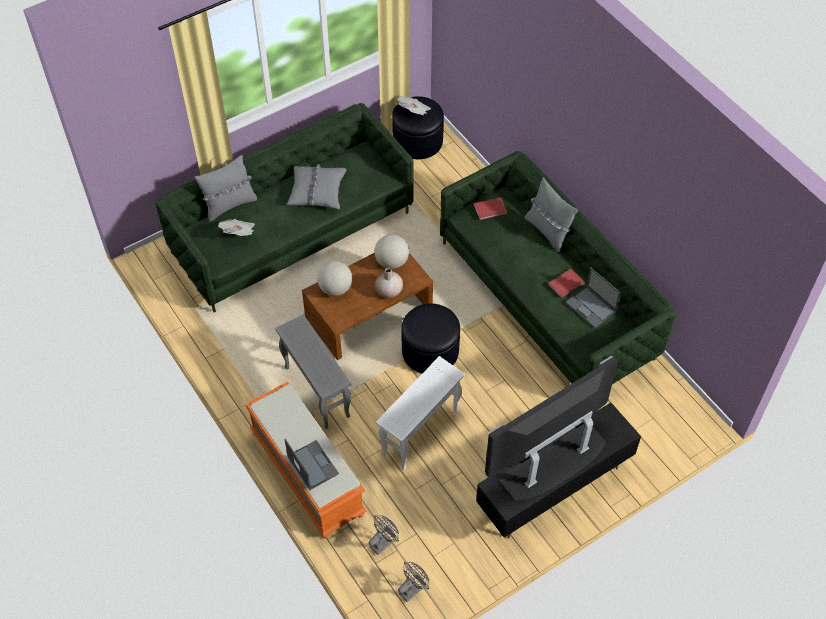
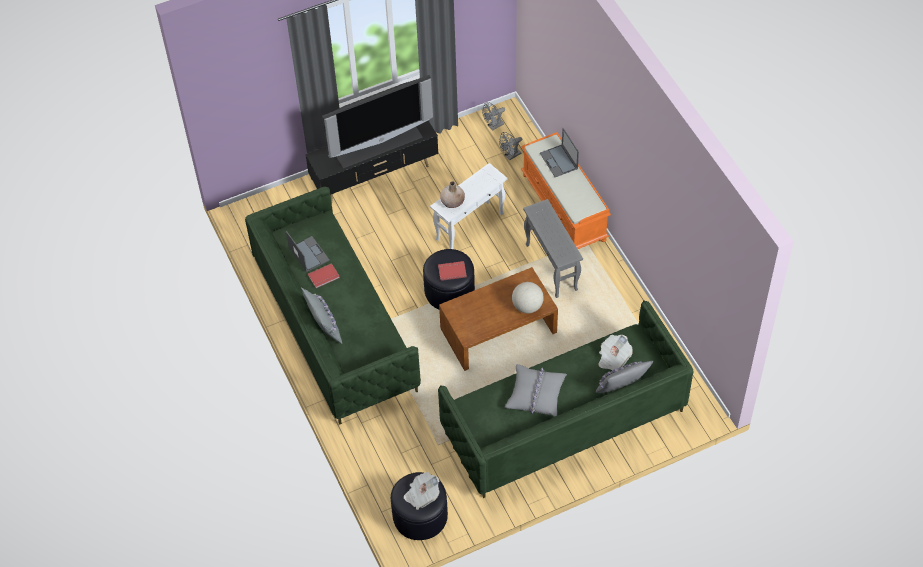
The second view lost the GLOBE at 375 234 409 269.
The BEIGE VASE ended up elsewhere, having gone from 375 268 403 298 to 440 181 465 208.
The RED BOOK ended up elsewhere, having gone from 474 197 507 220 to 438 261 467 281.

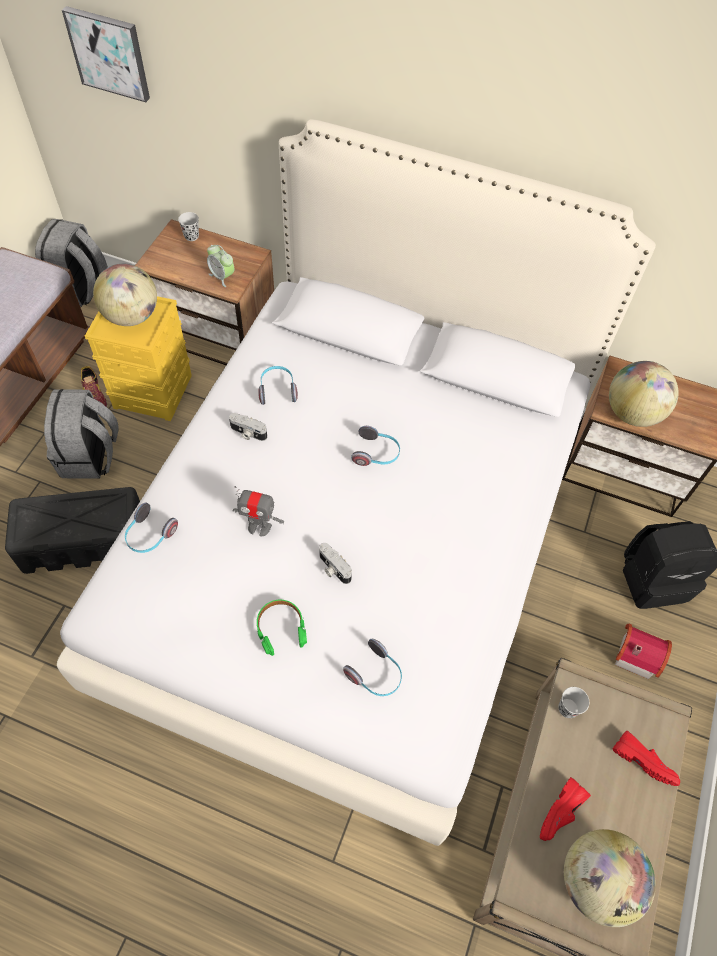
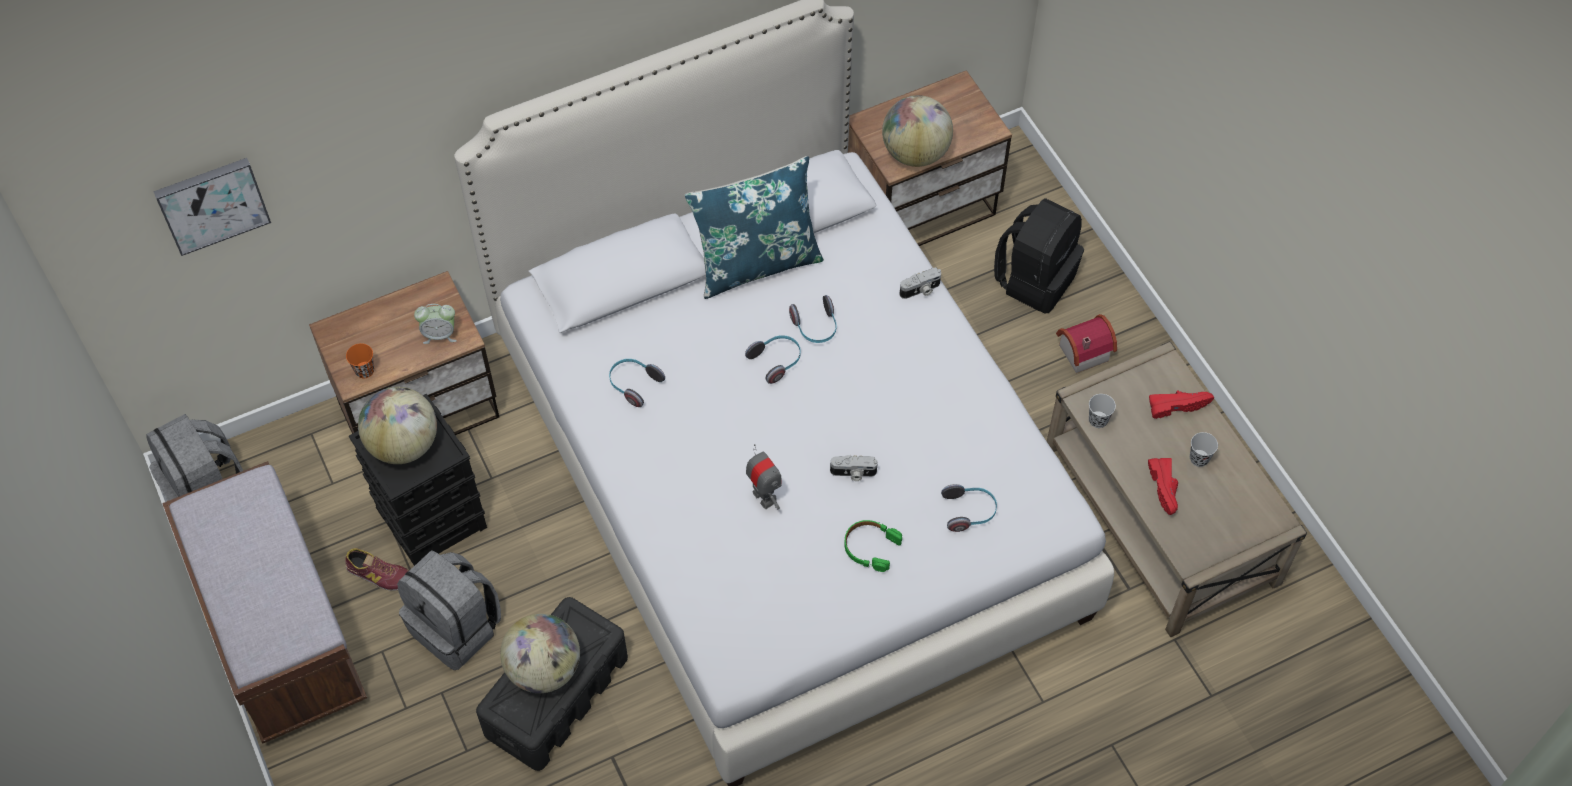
What was the YELLOW STORAGE BOX at 85 296 192 421 turned into the BLACK STORAGE BOX at 349 394 487 566.
The HEADPHONES ended up elsewhere, having gone from 125 503 178 553 to 789 295 836 343.
The BLACK CUP ended up elsewhere, having gone from 178 212 199 241 to 1190 432 1218 467.
The PHOTO CAMERA ended up elsewhere, having gone from 229 413 267 441 to 899 268 941 299.
The TOY ROBOT at 233 486 284 536 ended up facing another way, 90 degrees counterclockwise from before.
The GLOBE ended up elsewhere, having gone from 564 829 656 927 to 500 614 580 693.
The second view gained the ORANGE CUP at 346 343 374 378.
The second view gained the BLUE PILLOW at 685 156 824 299.

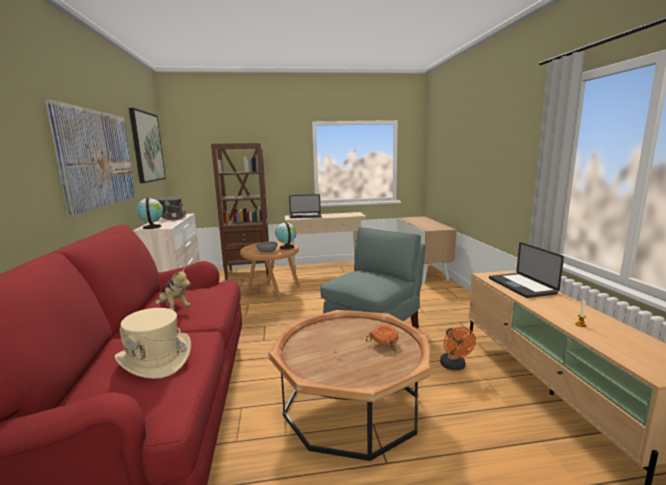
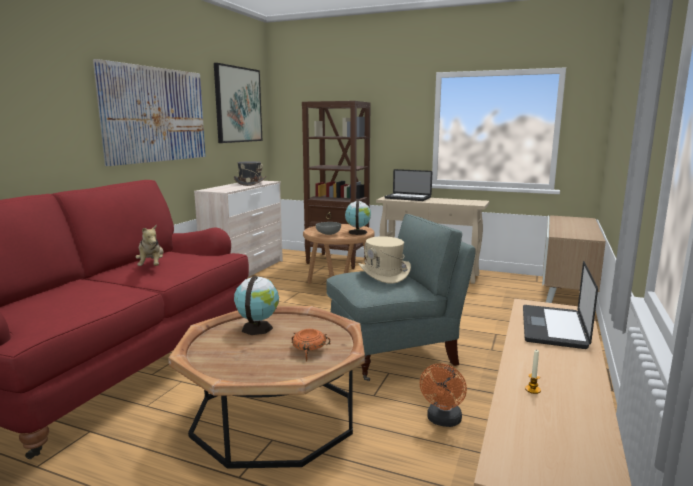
The BEIGE HAT ended up elsewhere, having gone from 114 308 191 379 to 359 236 411 284.
The GLOBE ended up elsewhere, having gone from 136 197 163 229 to 234 276 279 335.

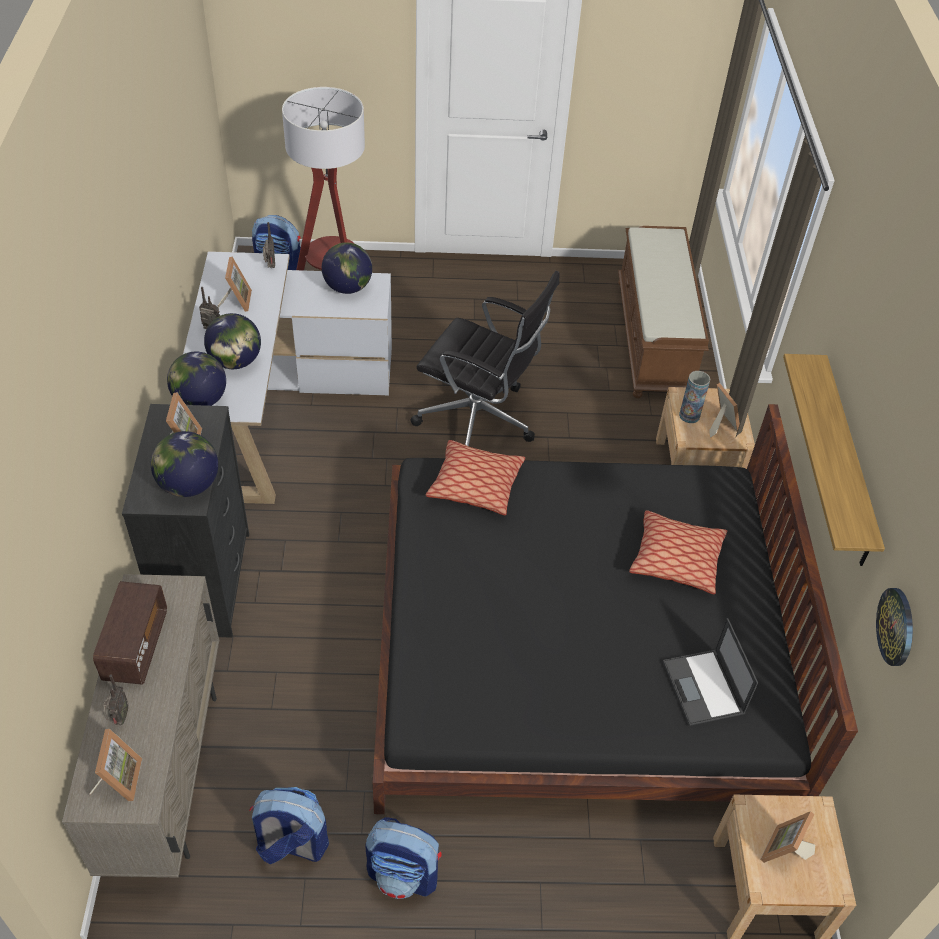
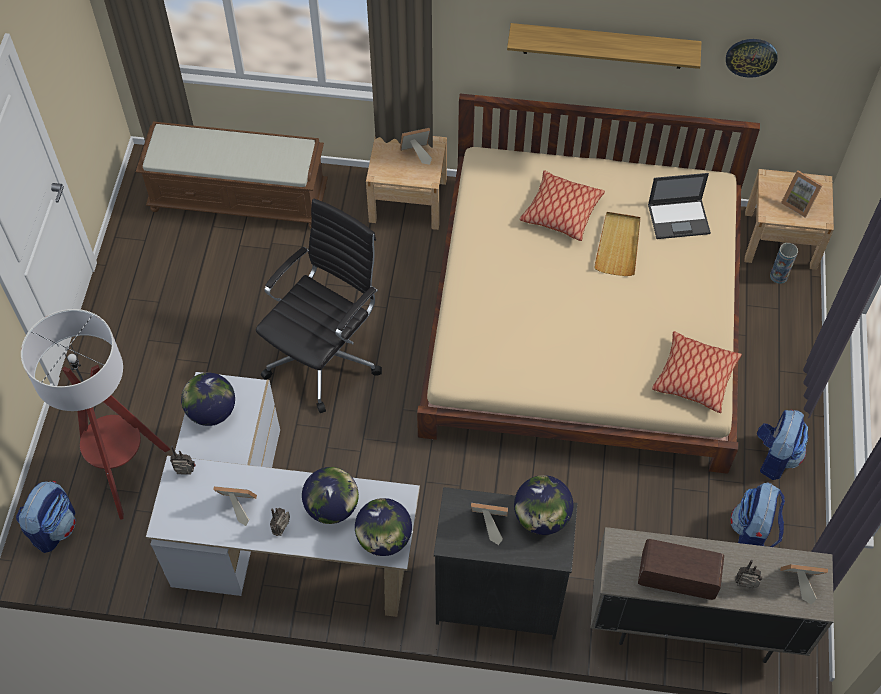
What was the BLACK BED at 373 404 858 814 turned into the BEIGE BED at 417 93 760 474.
The PILLOW ended up elsewhere, having gone from 426 440 525 515 to 652 331 742 413.
The VASE ended up elsewhere, having gone from 679 371 710 423 to 770 243 798 284.
The second view gained the BEIGE TRAY at 594 212 641 276.

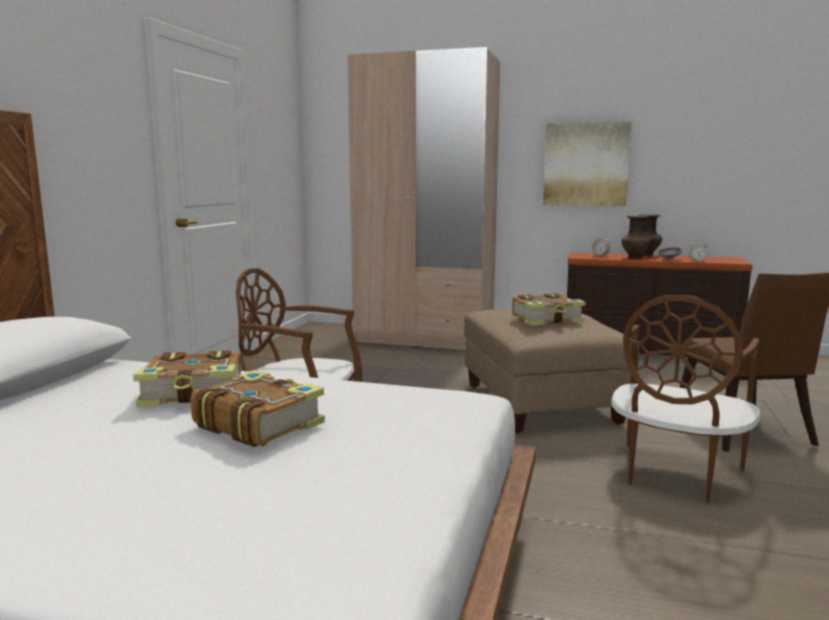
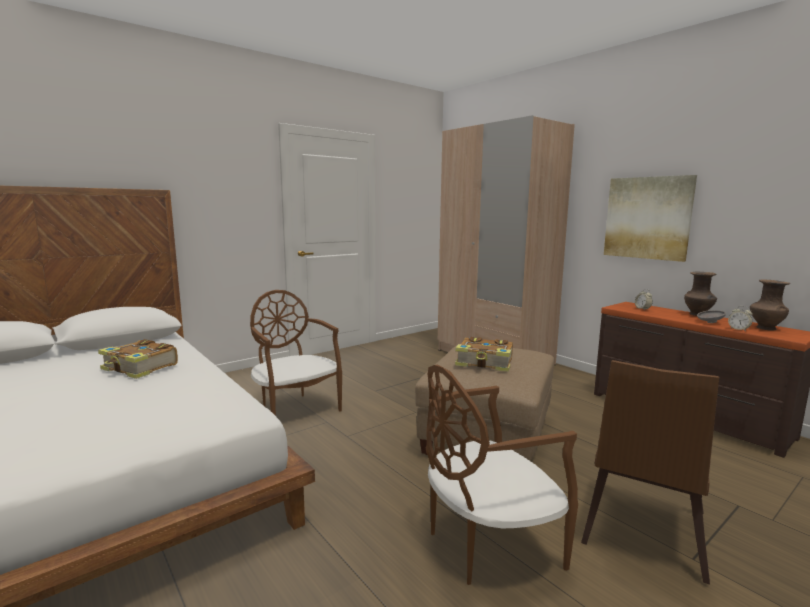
The second view lost the BOOK at 191 370 325 447.
The BROWN VASE ended up elsewhere, having gone from 621 216 650 259 to 750 279 790 331.

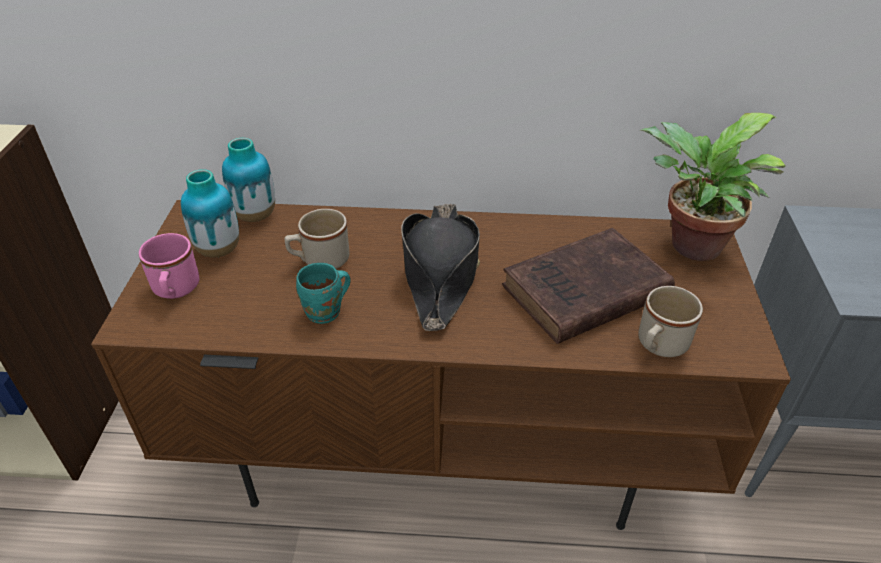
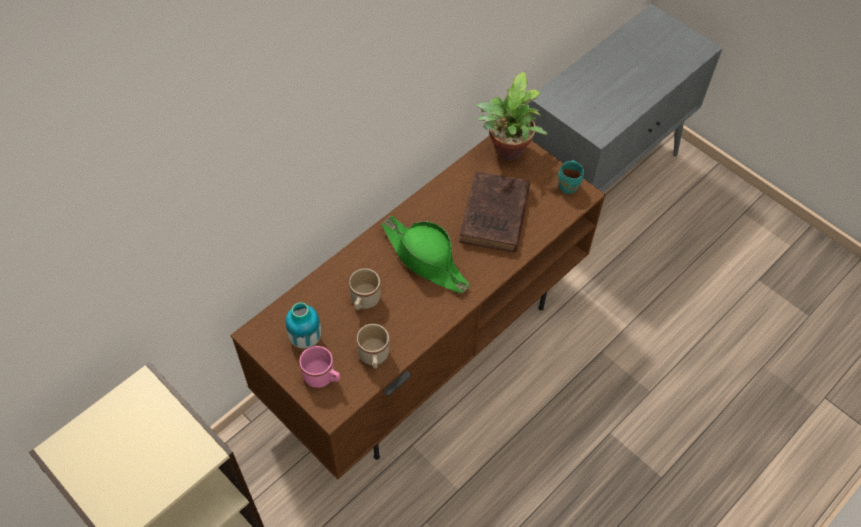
The second view lost the VASE at 222 138 275 222.
The TURQUOISE MUG ended up elsewhere, having gone from 296 263 351 324 to 558 160 584 194.
What was the BLACK HAT at 401 204 480 331 turned into the GREEN HAT at 381 216 470 293.
The BEIGE MUG ended up elsewhere, having gone from 638 286 703 357 to 357 324 389 368.

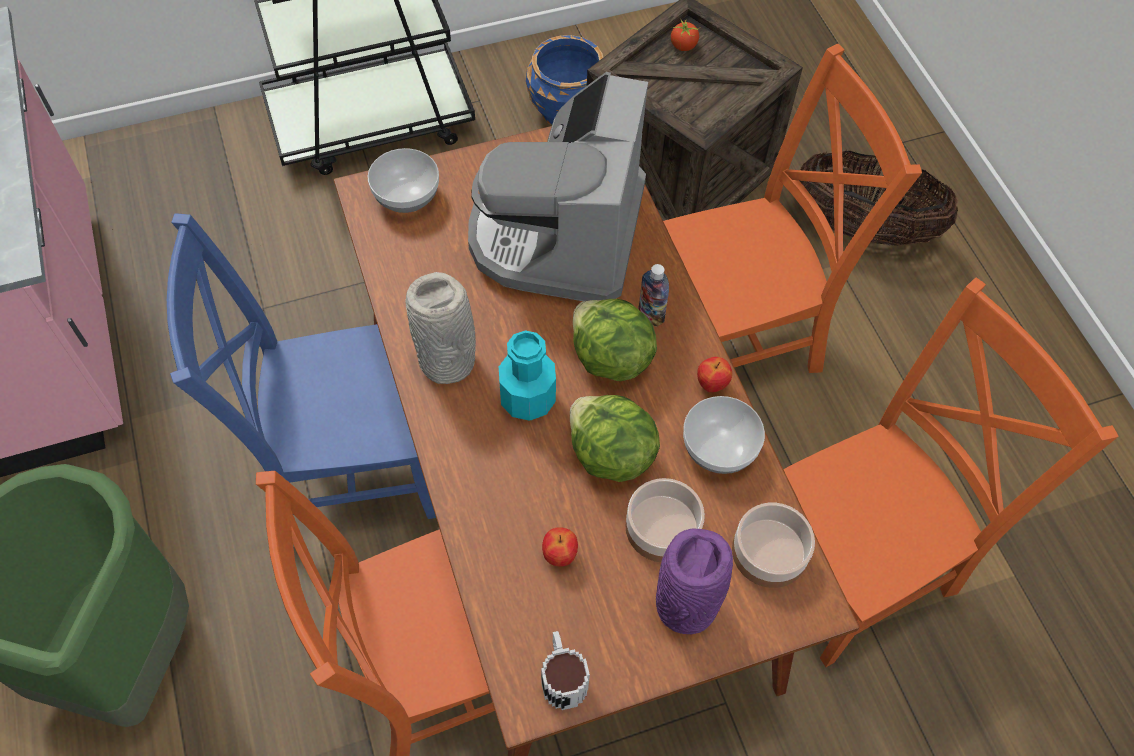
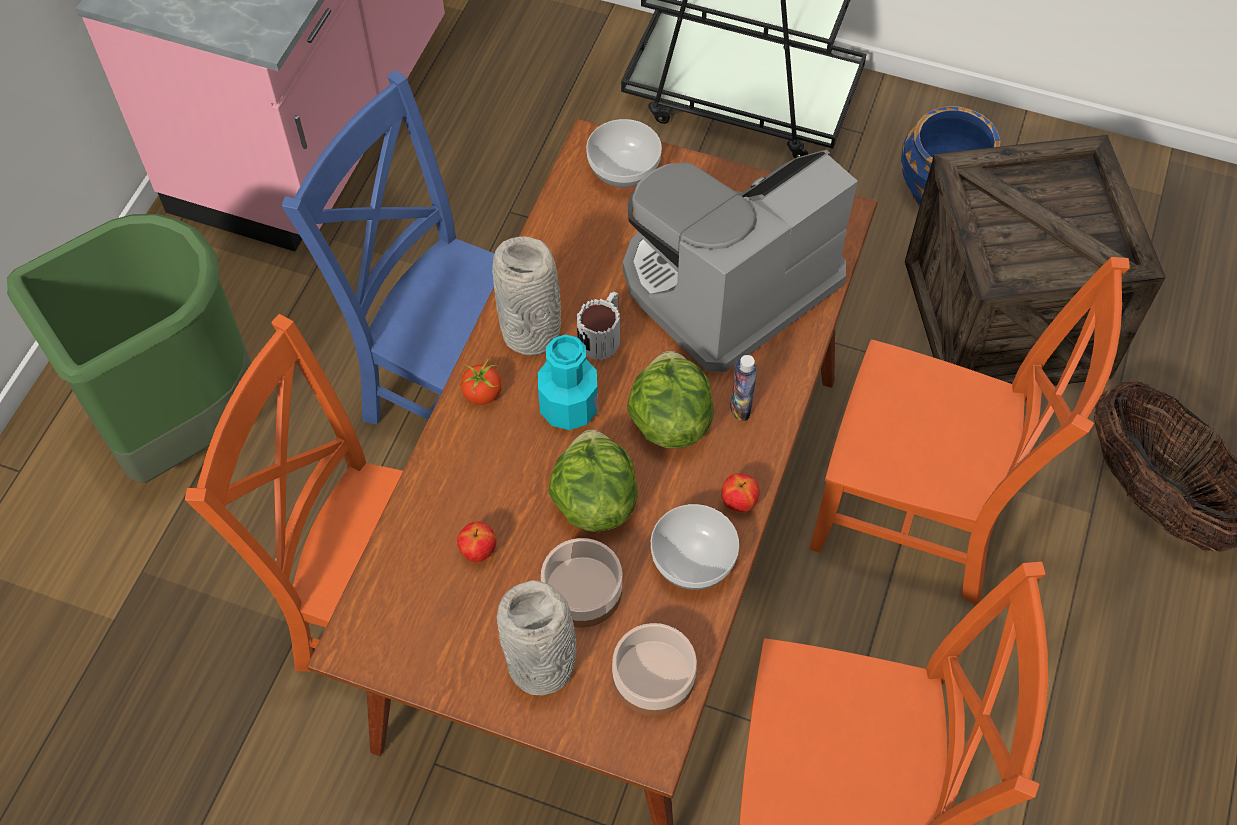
The MUG ended up elsewhere, having gone from 541 631 590 710 to 577 292 620 360.
What was the PURPLE VASE at 656 528 733 634 turned into the GREY VASE at 497 580 576 695.
The TOMATO ended up elsewhere, having gone from 671 18 699 51 to 459 360 502 405.

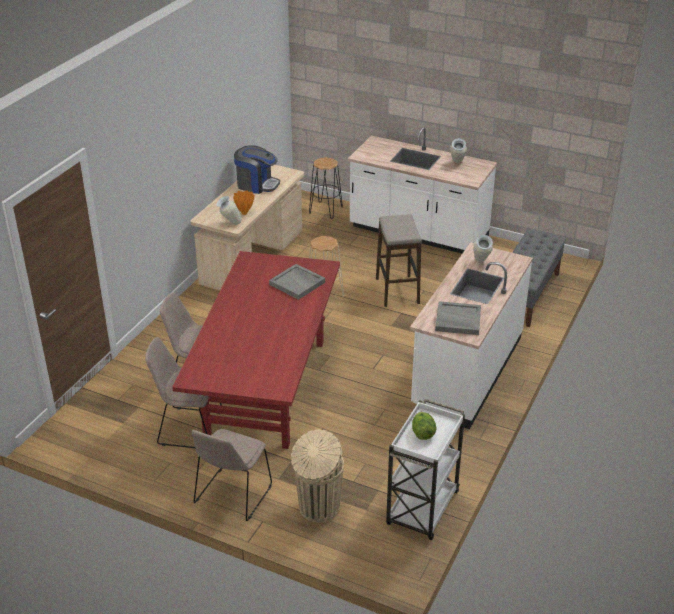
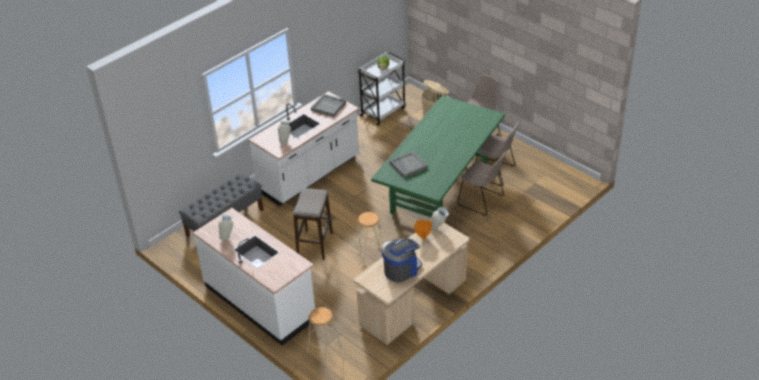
What was the RED DINING TABLE at 172 251 340 449 turned into the GREEN DINING TABLE at 371 96 505 217.
The COFFEE MACHINE at 234 145 280 194 ended up facing another way, 105 degrees clockwise from before.
What was the BLACK STOOL at 309 157 343 219 turned into the BEIGE STOOL at 307 307 342 365.

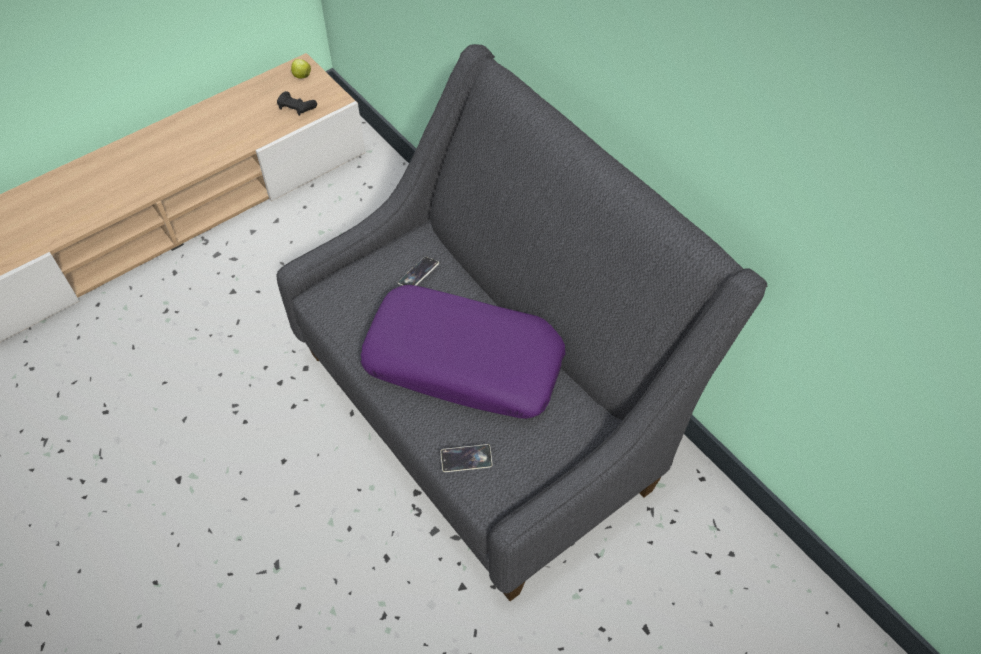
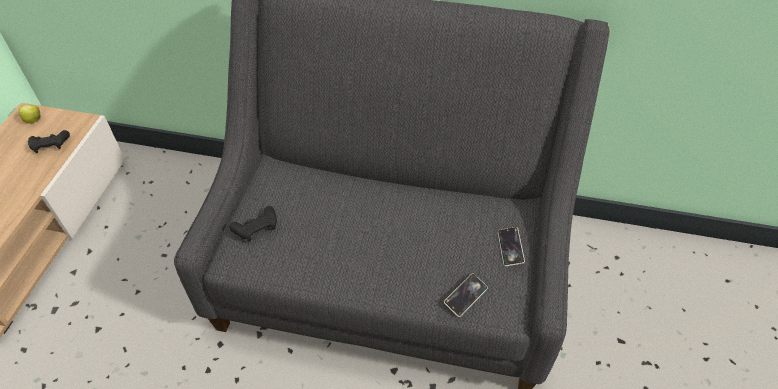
The second view lost the PURPLE PILLOW at 360 285 565 419.
The PHONE ended up elsewhere, having gone from 398 257 439 286 to 498 227 525 267.
The second view gained the BLACK GAME CONTROLLER at 229 206 277 241.

